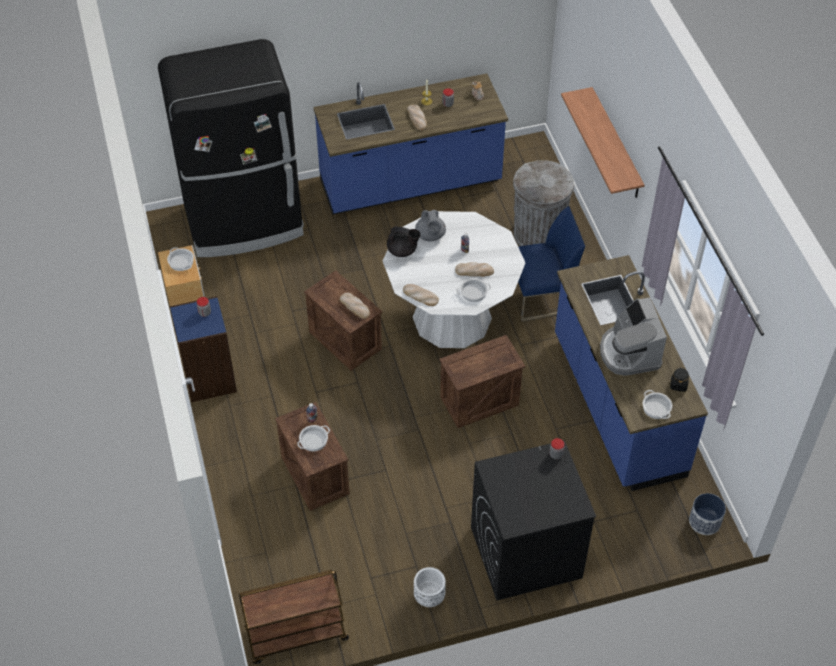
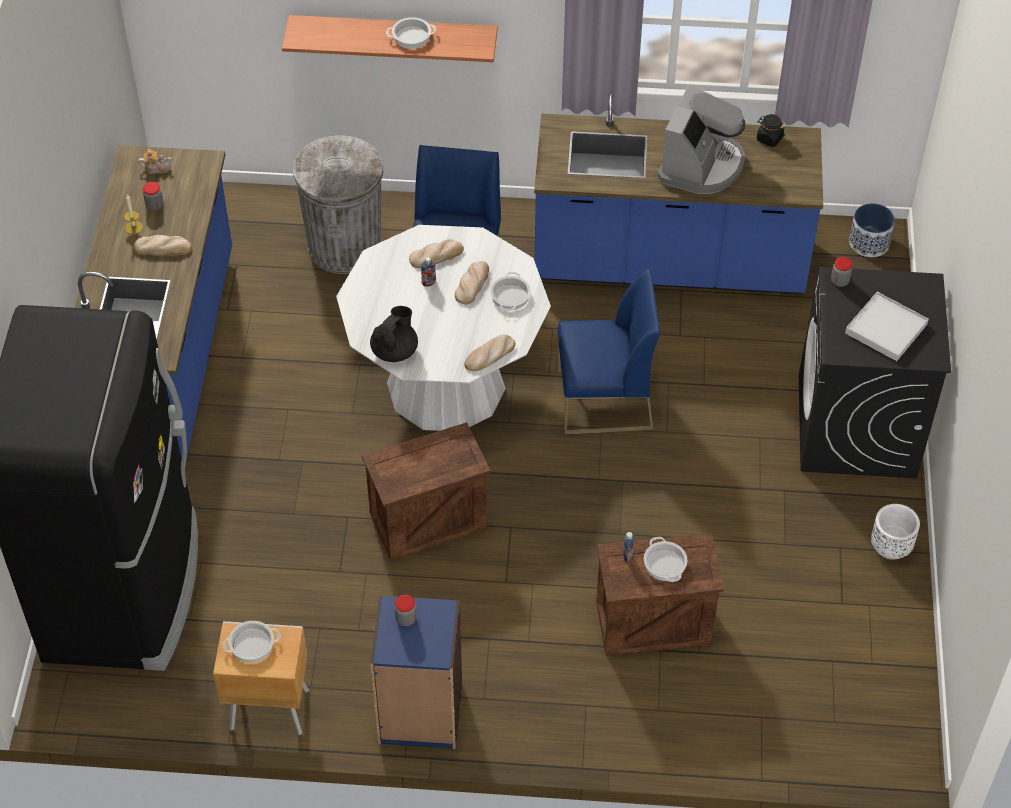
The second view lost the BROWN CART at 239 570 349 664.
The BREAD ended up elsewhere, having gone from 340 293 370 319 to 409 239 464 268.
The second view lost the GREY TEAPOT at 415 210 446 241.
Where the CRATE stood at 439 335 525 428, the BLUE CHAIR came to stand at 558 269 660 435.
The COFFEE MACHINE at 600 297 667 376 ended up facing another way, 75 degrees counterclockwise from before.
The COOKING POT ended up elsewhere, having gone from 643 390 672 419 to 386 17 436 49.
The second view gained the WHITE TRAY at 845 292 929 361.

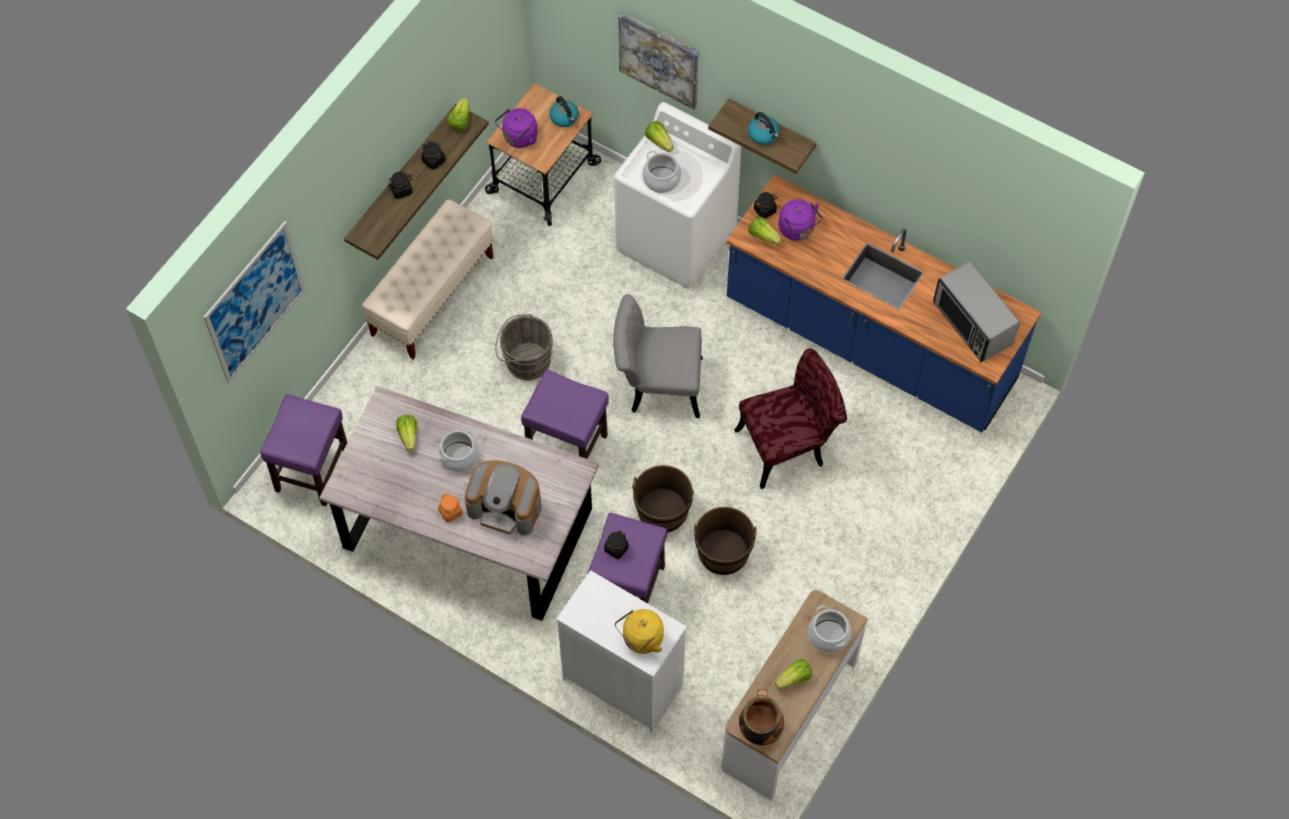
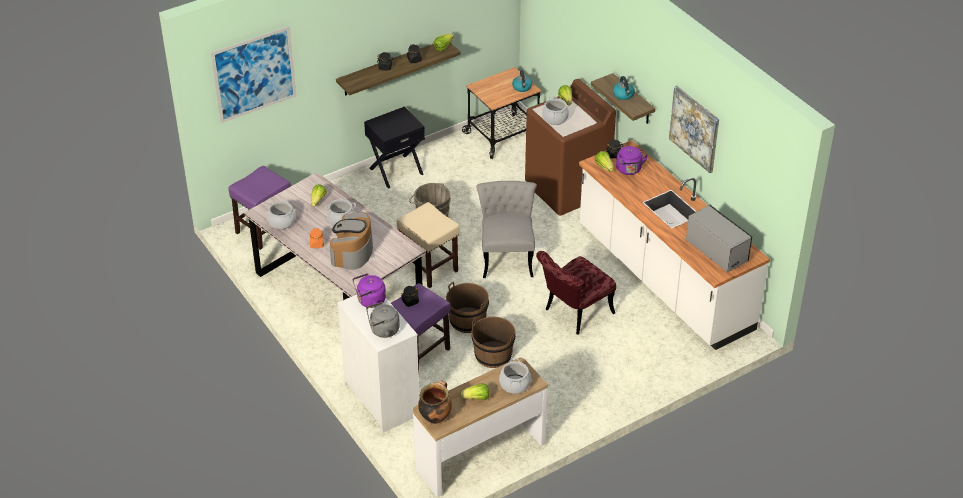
Where the BEIGE BENCH stood at 362 199 493 359, the BLACK NIGHTSTAND came to stand at 364 107 425 189.
The COFFEE MACHINE at 465 460 542 535 ended up facing another way, 60 degrees clockwise from before.
The PURPLE KETTLE ended up elsewhere, having gone from 495 108 537 148 to 353 273 386 308.
What was the PURPLE STOOL at 521 370 609 459 turned into the BEIGE STOOL at 397 202 459 288.
The GREY CHAIR at 613 294 703 418 ended up facing another way, 60 degrees clockwise from before.
What was the WHITE WASHING MACHINE at 614 102 741 289 turned into the BROWN WASHING MACHINE at 525 79 616 216.
What was the YELLOW KETTLE at 615 609 664 654 turned into the GREY KETTLE at 366 302 400 338.
The PICTURE ended up elsewhere, having gone from 618 12 699 109 to 669 86 719 173.
What was the BLUE COUNTER at 726 175 1041 433 turned into the WHITE COUNTER at 579 140 770 350.
The RED CHAIR at 734 349 847 489 ended up facing another way, 135 degrees clockwise from before.
The MICROWAVE at 933 261 1020 362 ended up facing another way, 150 degrees clockwise from before.
The second view gained the COOKING POT at 266 201 296 229.

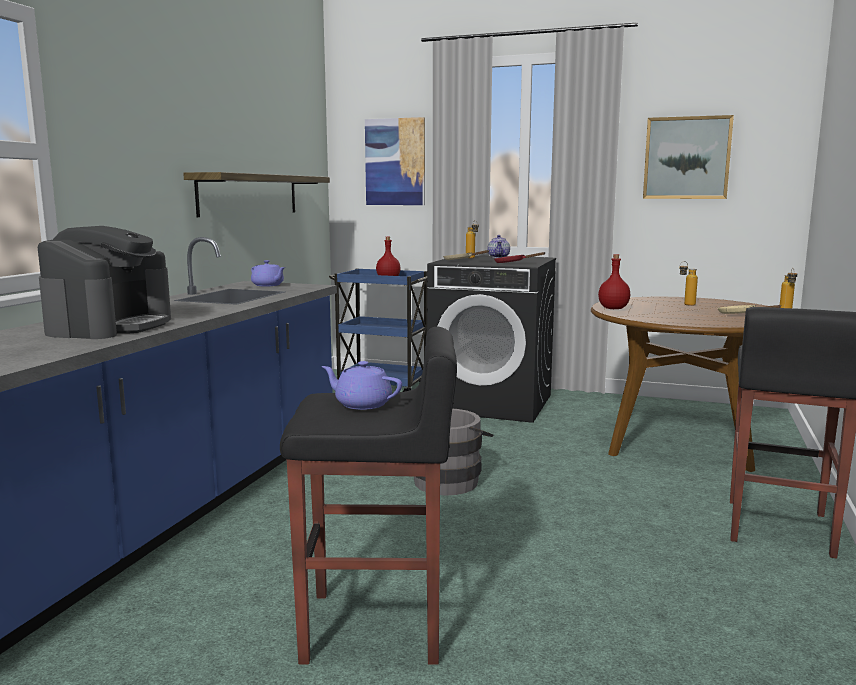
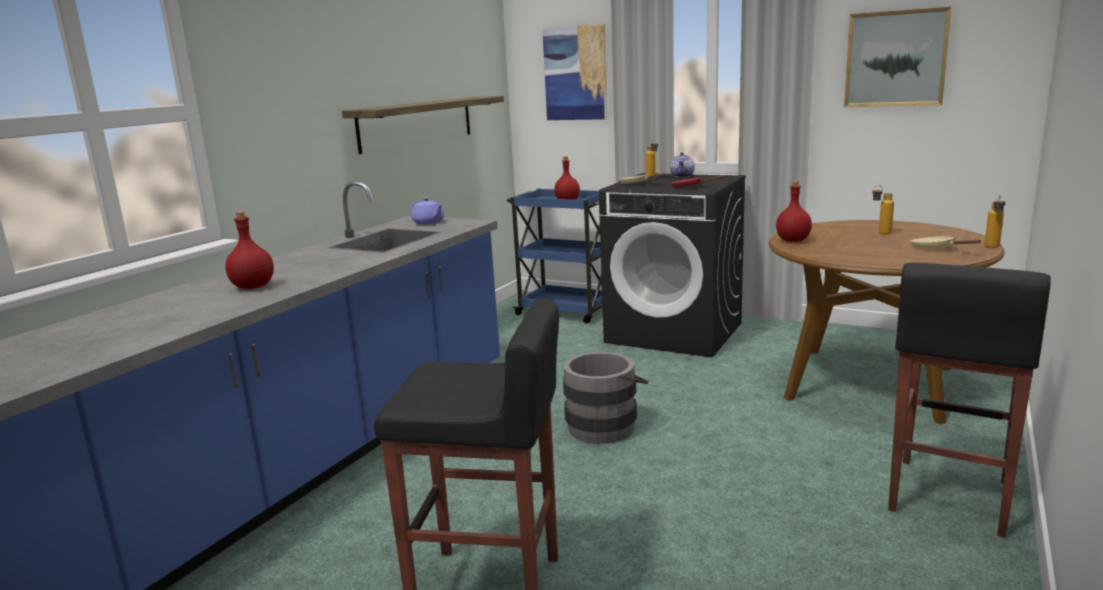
Where the COFFEE MACHINE stood at 37 226 171 339, the RED BOTTLE came to stand at 225 211 274 289.
The second view lost the PURPLE TEAPOT at 322 361 402 410.

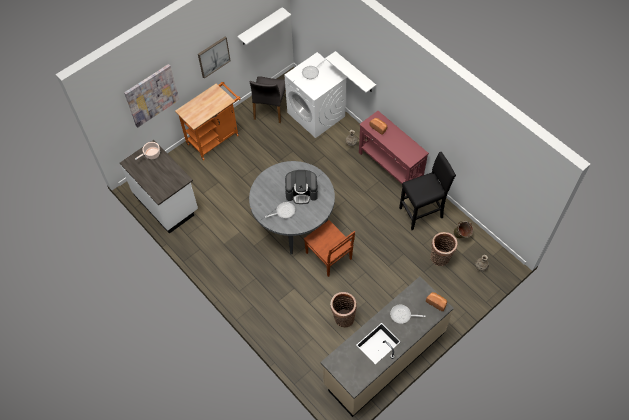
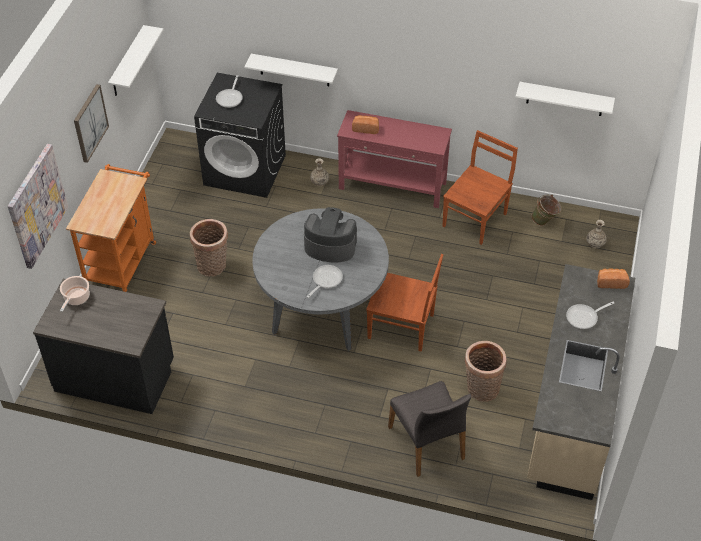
What was the WHITE COUNTER at 120 140 198 234 turned into the BLACK COUNTER at 33 279 174 414.
The GREY CHAIR ended up elsewhere, having gone from 250 76 286 123 to 388 381 471 477.
What was the WHITE WASHING MACHINE at 284 52 347 138 turned into the BLACK WASHING MACHINE at 194 73 286 198.
The COFFEE MACHINE at 285 170 318 204 ended up facing another way, 135 degrees counterclockwise from before.
Where the BLACK STOOL stood at 399 152 456 230, the BROWN CHAIR came to stand at 443 130 518 245.
The BASKET ended up elsewhere, having gone from 431 232 458 266 to 190 219 228 276.
The second view gained the WHITE SHELF at 516 82 615 116.

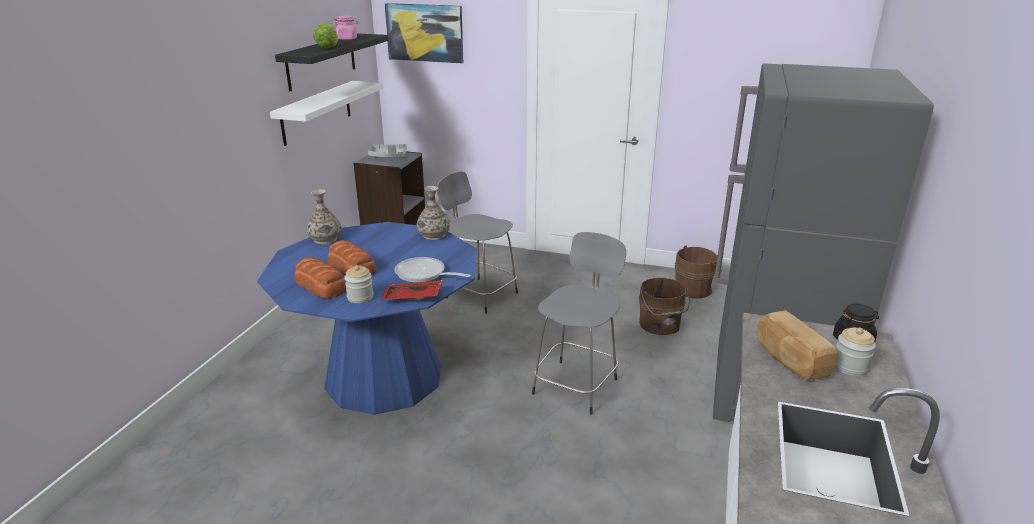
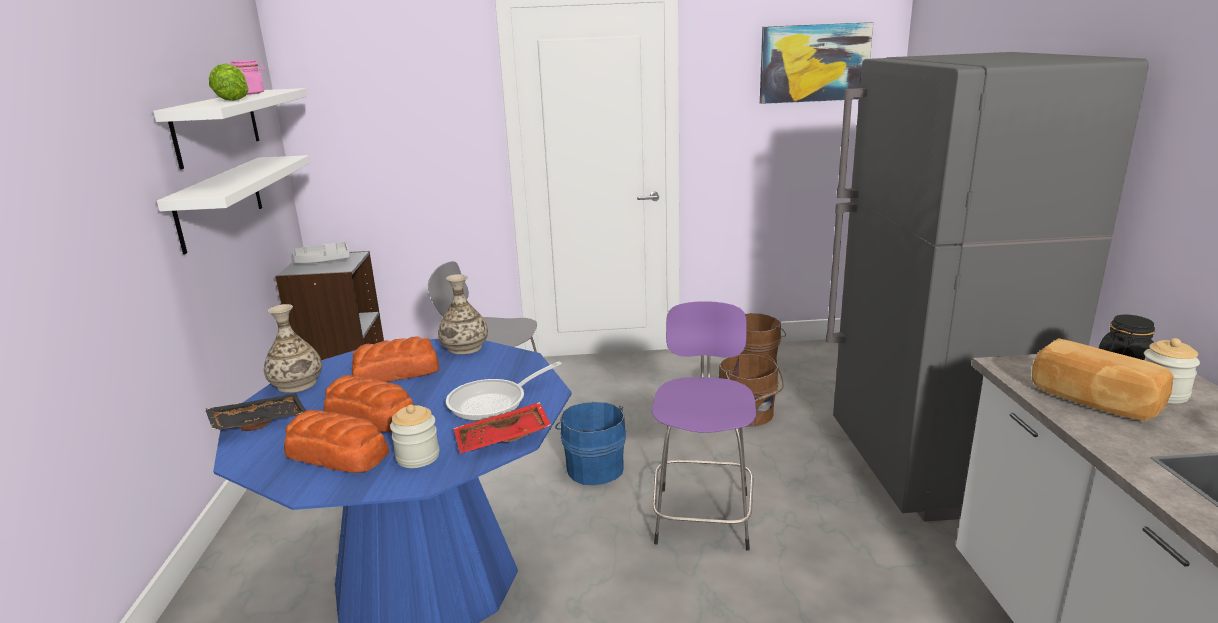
What was the BLACK SHELF at 275 33 388 91 turned into the WHITE SHELF at 153 88 307 169.
The PICTURE ended up elsewhere, having gone from 385 3 463 63 to 760 22 873 104.
The FRYING PAN at 395 257 471 283 ended up facing another way, 45 degrees counterclockwise from before.
What was the GREY STOOL at 532 232 626 415 turned into the PURPLE STOOL at 652 301 756 551.
The second view gained the BLACK TRAY at 205 393 307 431.
The second view gained the BREAD at 352 336 439 382.
The second view gained the BLUE BUCKET at 555 402 626 485.

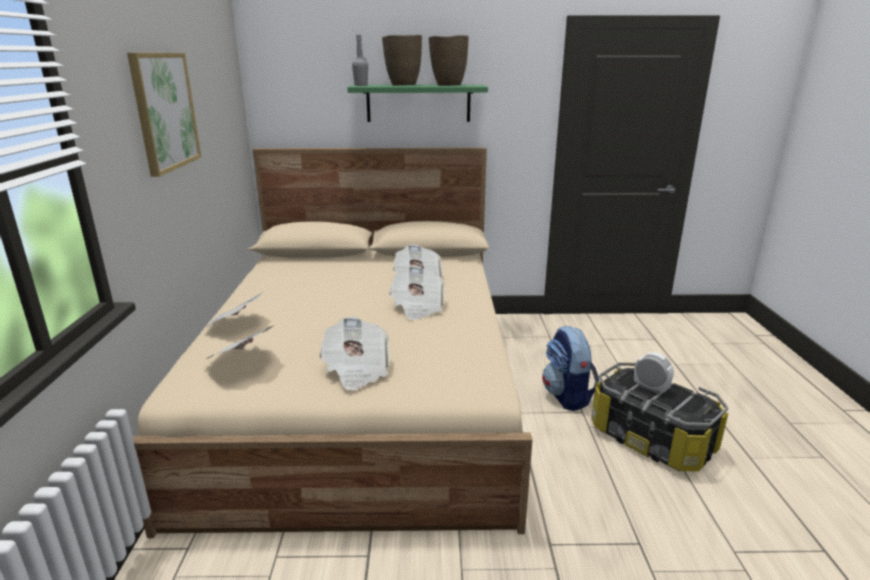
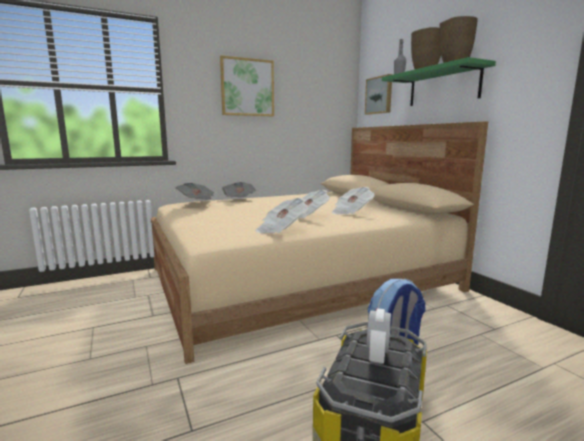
The NEWSPAPER ended up elsewhere, having gone from 319 316 390 391 to 255 198 308 234.
The second view gained the PICTURE at 365 74 392 115.

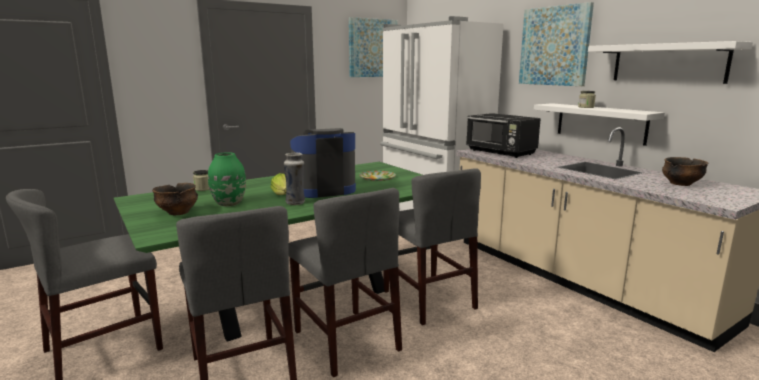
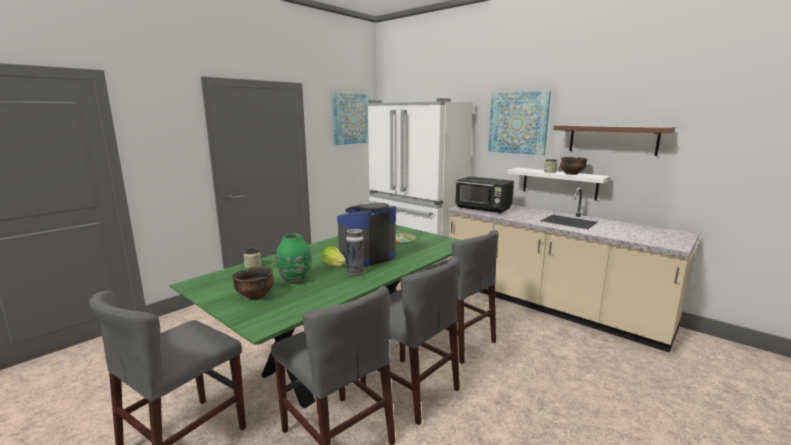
What was the WHITE SHELF at 588 41 753 84 turned into the BROWN SHELF at 554 125 675 156.
The BOWL ended up elsewhere, having gone from 662 157 708 186 to 560 157 588 175.

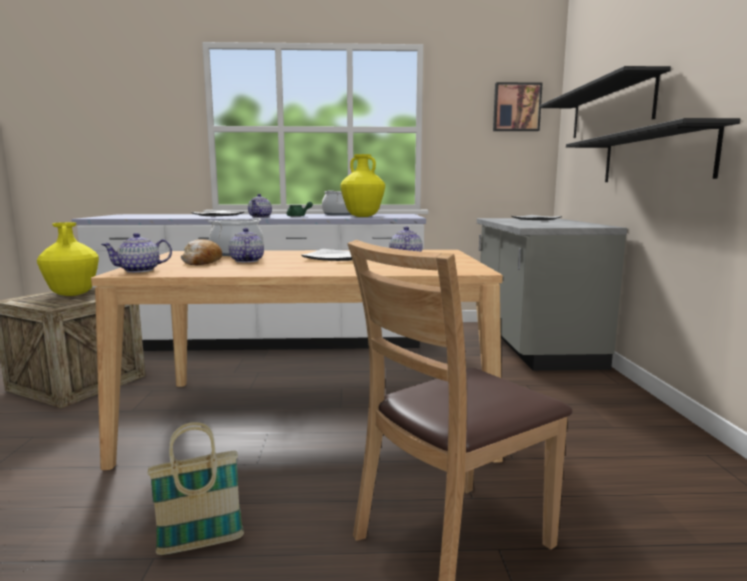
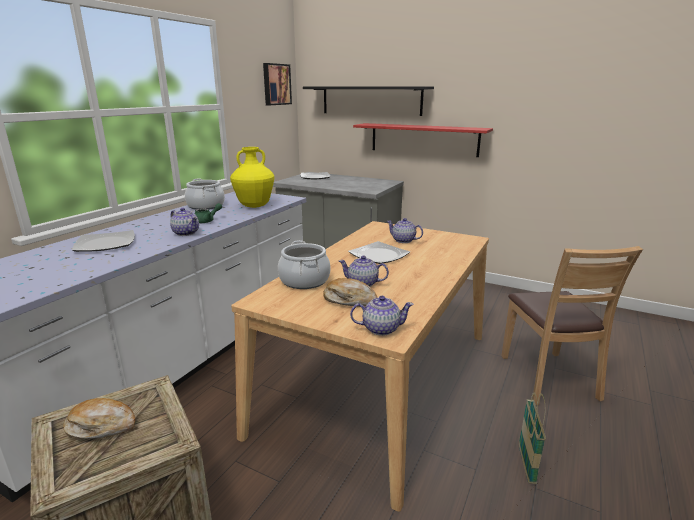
Where the YELLOW VASE stood at 37 222 99 296, the BREAD came to stand at 63 398 135 438.
The TEAPOT at 101 233 172 273 ended up facing another way, 90 degrees counterclockwise from before.
What was the BLACK SHELF at 566 118 740 182 turned into the RED SHELF at 353 123 493 157.

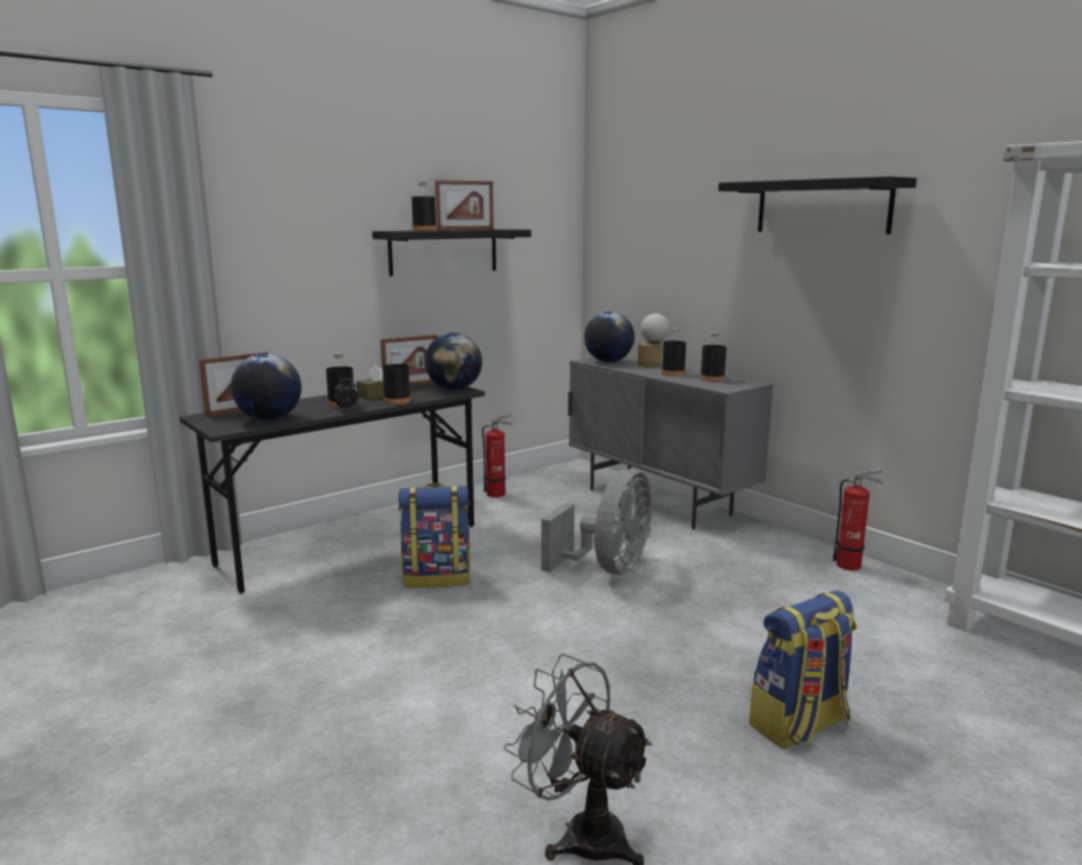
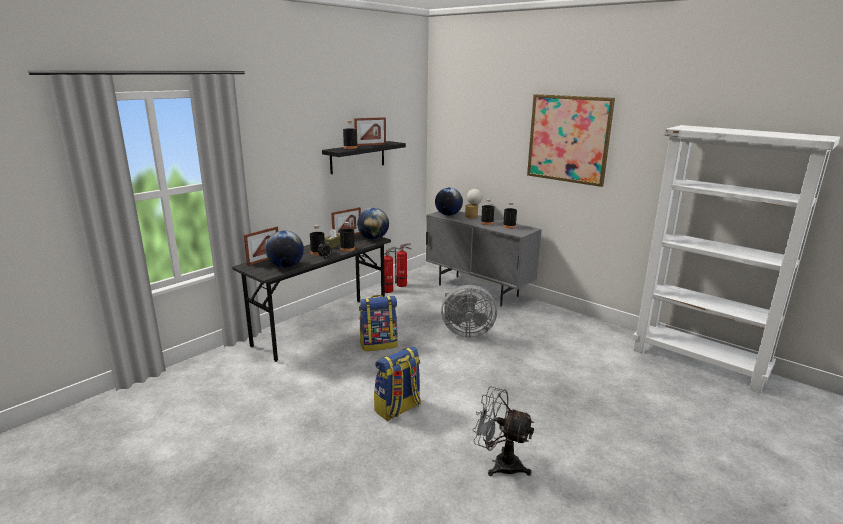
The GREY FAN at 541 469 652 575 ended up facing another way, 75 degrees clockwise from before.
Where the BLACK SHELF hung at 718 176 917 234, the PICTURE came to hang at 527 94 615 187.
The BACKPACK ended up elsewhere, having gone from 749 590 857 749 to 374 346 421 421.
The FIRE EXTINGUISHER ended up elsewhere, having gone from 833 469 883 571 to 395 243 411 287.

